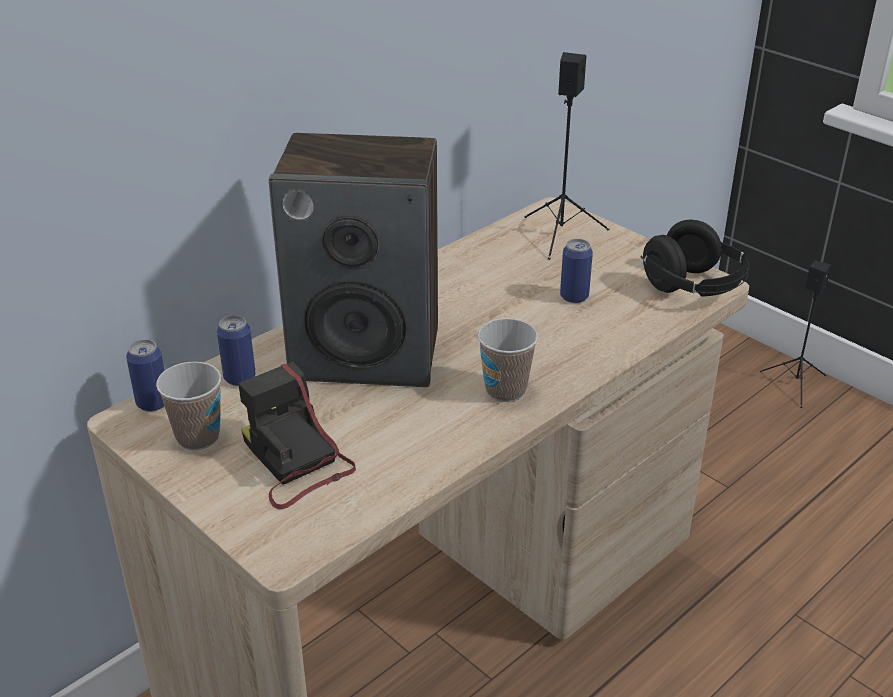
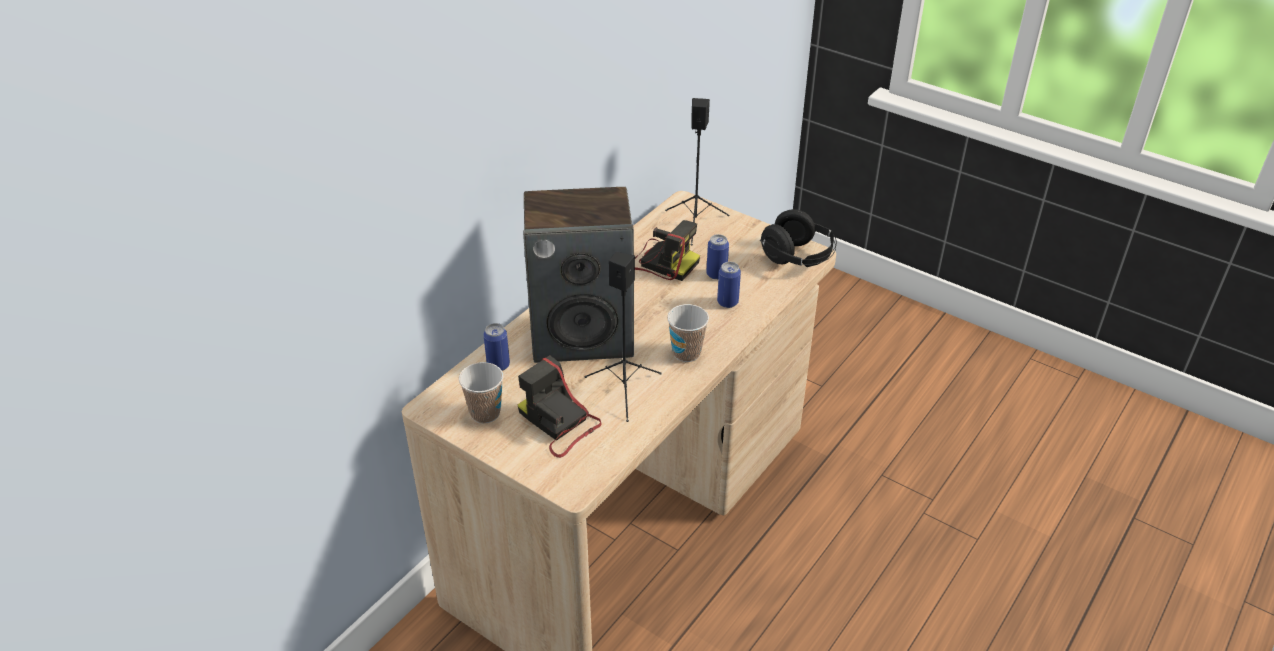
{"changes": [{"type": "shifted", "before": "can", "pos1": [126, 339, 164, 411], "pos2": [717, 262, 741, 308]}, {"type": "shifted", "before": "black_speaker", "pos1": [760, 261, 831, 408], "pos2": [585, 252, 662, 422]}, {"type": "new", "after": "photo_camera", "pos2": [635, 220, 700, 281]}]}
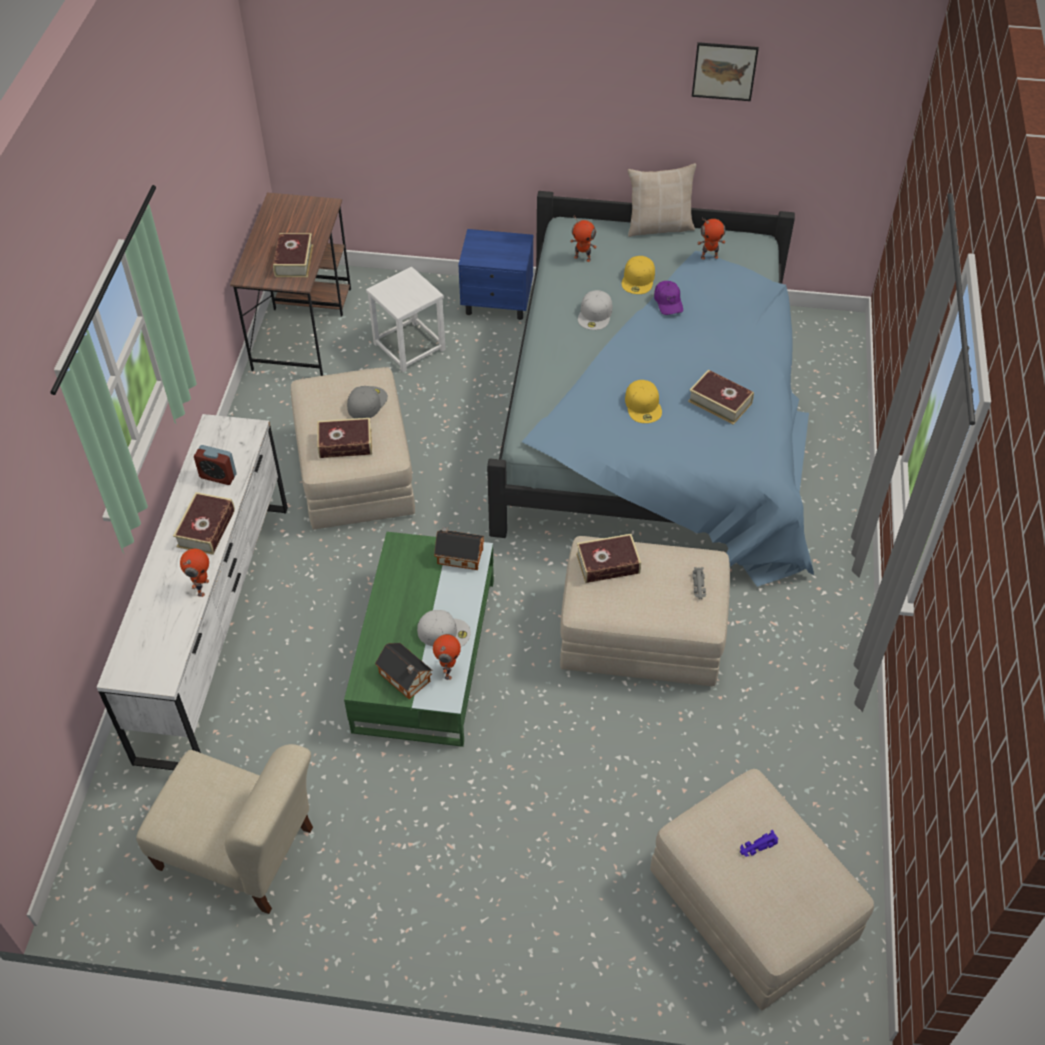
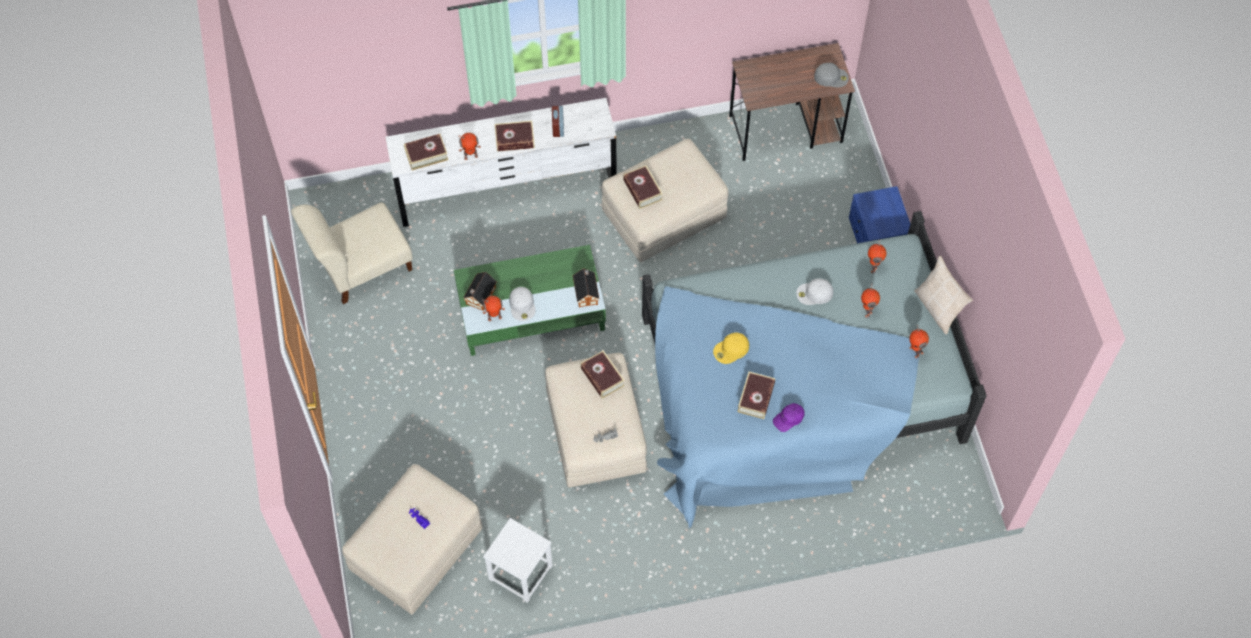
{"changes": [{"type": "rotated", "before": "beige_chair", "pos1": [136, 744, 313, 914], "pos2": [291, 202, 413, 304], "turn": 60}, {"type": "shifted", "before": "book", "pos1": [273, 233, 313, 277], "pos2": [404, 134, 448, 170]}, {"type": "shifted", "before": "grey_cap", "pos1": [347, 386, 388, 419], "pos2": [814, 63, 849, 87]}, {"type": "shifted", "before": "white_stool", "pos1": [366, 266, 446, 372], "pos2": [483, 518, 553, 603]}, {"type": "swapped", "before": "yellow_cap", "after": "toy_robot", "pos1": [622, 256, 655, 294], "pos2": [861, 283, 880, 318]}, {"type": "shifted", "before": "purple_cap", "pos1": [654, 281, 683, 315], "pos2": [773, 403, 805, 432]}, {"type": "gone", "before": "picture", "pos1": [692, 42, 759, 101]}]}
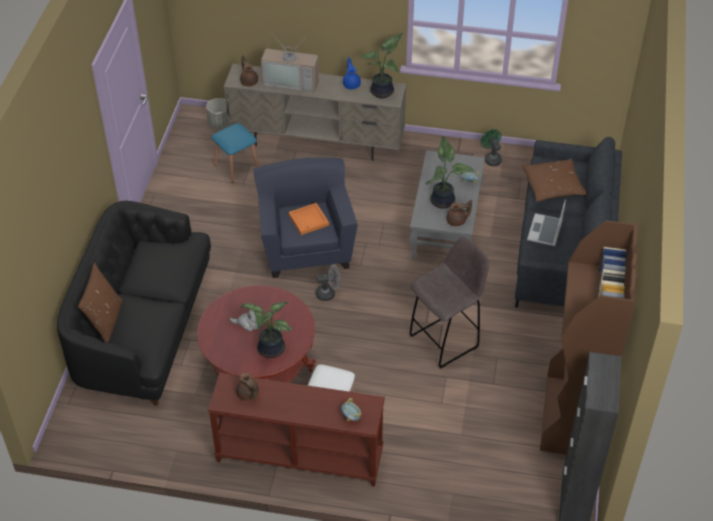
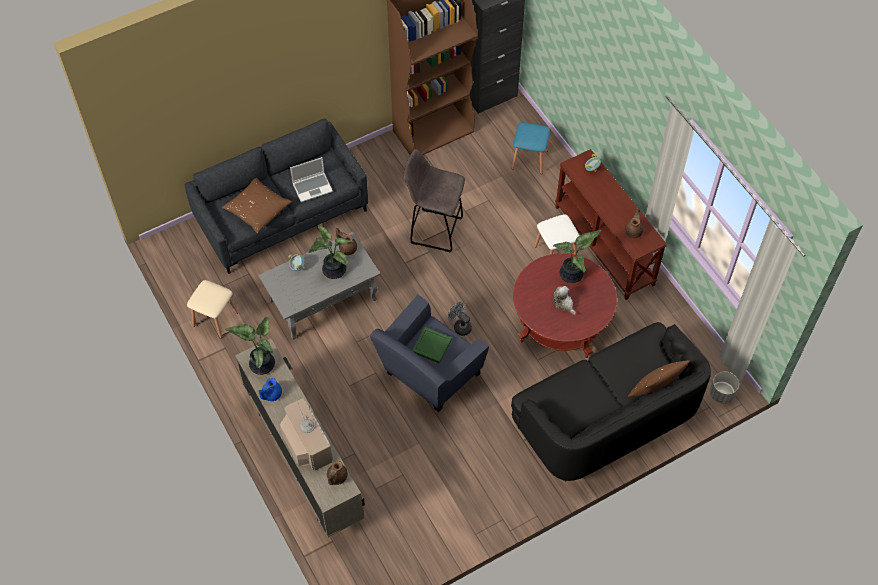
{"changes": [{"type": "shifted", "before": "grey_planter", "pos1": [206, 98, 228, 128], "pos2": [710, 372, 739, 404]}, {"type": "shifted", "before": "blue_stool", "pos1": [211, 123, 259, 183], "pos2": [512, 122, 550, 174]}, {"type": "repainted", "before": "orange_tray", "after": "green_tray", "pos1": [288, 203, 329, 235], "pos2": [412, 327, 452, 364]}, {"type": "swapped", "before": "green_fan", "after": "beige_stool", "pos1": [480, 129, 502, 166], "pos2": [187, 280, 238, 338]}]}
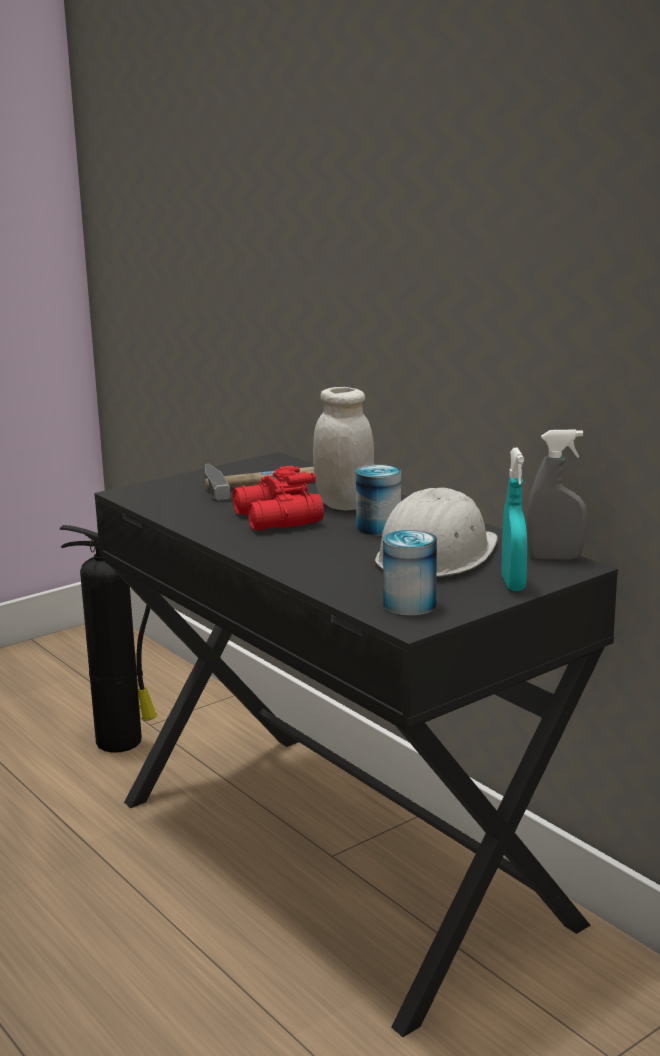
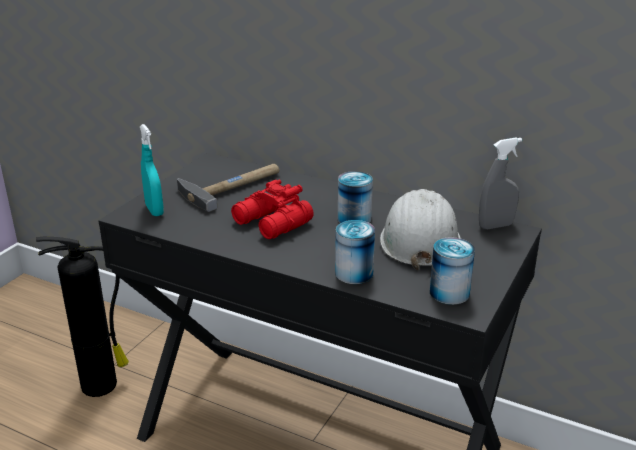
{"changes": [{"type": "gone", "before": "white_jar", "pos1": [313, 387, 374, 510]}, {"type": "shifted", "before": "turquoise_spray_bottle", "pos1": [501, 448, 527, 591], "pos2": [140, 124, 164, 216]}, {"type": "new", "after": "can", "pos2": [335, 220, 375, 284]}]}
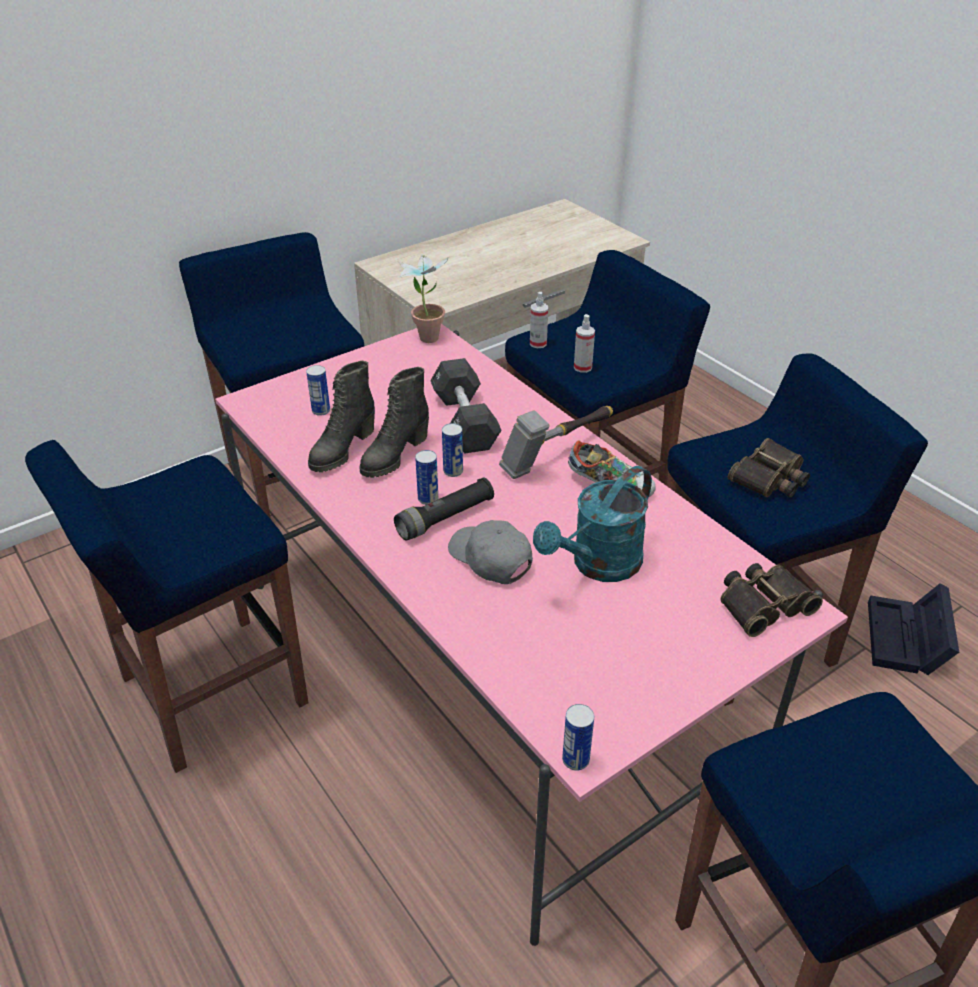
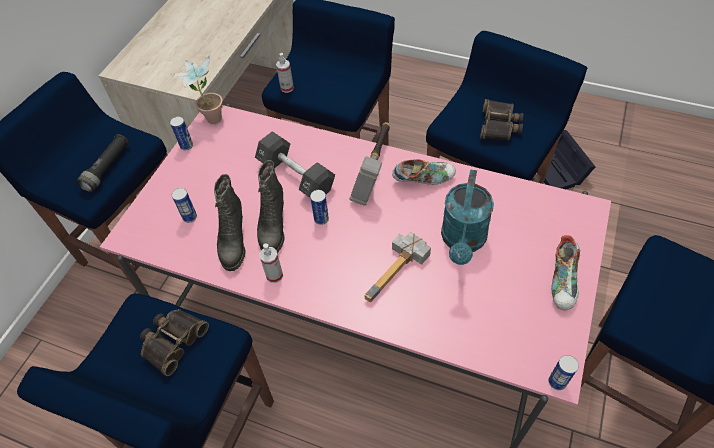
{"changes": [{"type": "shifted", "before": "black_flashlight", "pos1": [394, 478, 494, 541], "pos2": [76, 134, 129, 192]}, {"type": "shifted", "before": "can", "pos1": [415, 450, 438, 505], "pos2": [170, 116, 193, 150]}, {"type": "swapped", "before": "grey_cap", "after": "hammer", "pos1": [448, 520, 533, 584], "pos2": [365, 232, 431, 302]}, {"type": "shifted", "before": "spray_bottle", "pos1": [574, 314, 595, 373], "pos2": [260, 243, 283, 283]}, {"type": "shifted", "before": "binoculars", "pos1": [720, 563, 823, 637], "pos2": [140, 309, 209, 376]}, {"type": "new", "after": "shoe", "pos2": [551, 235, 580, 310]}]}
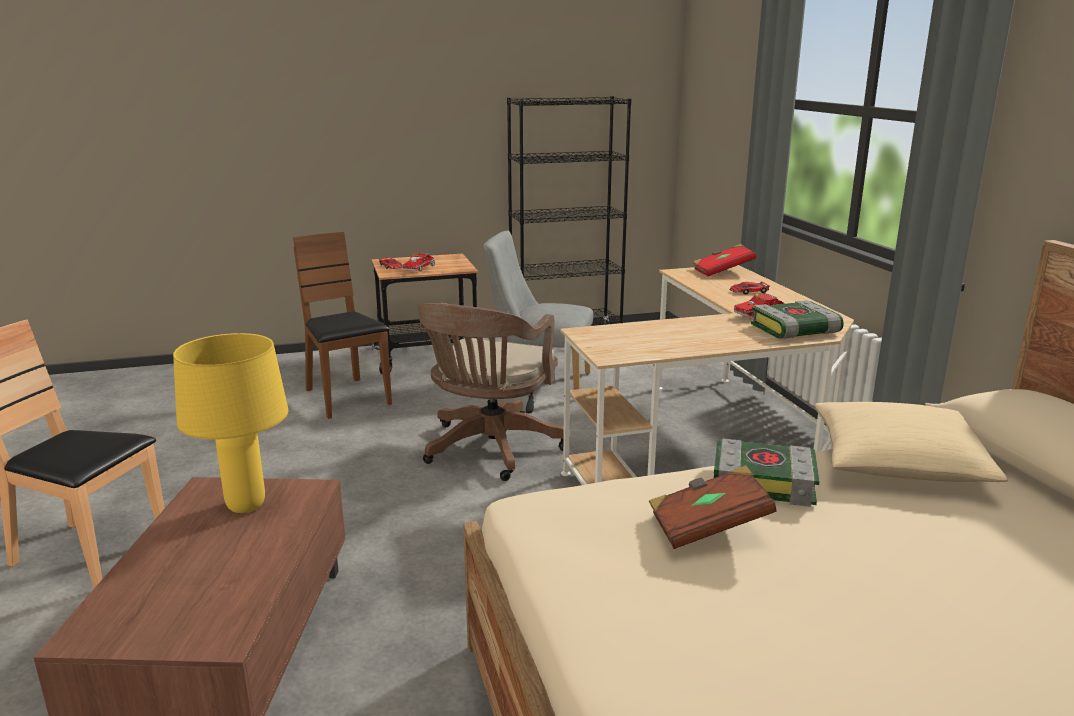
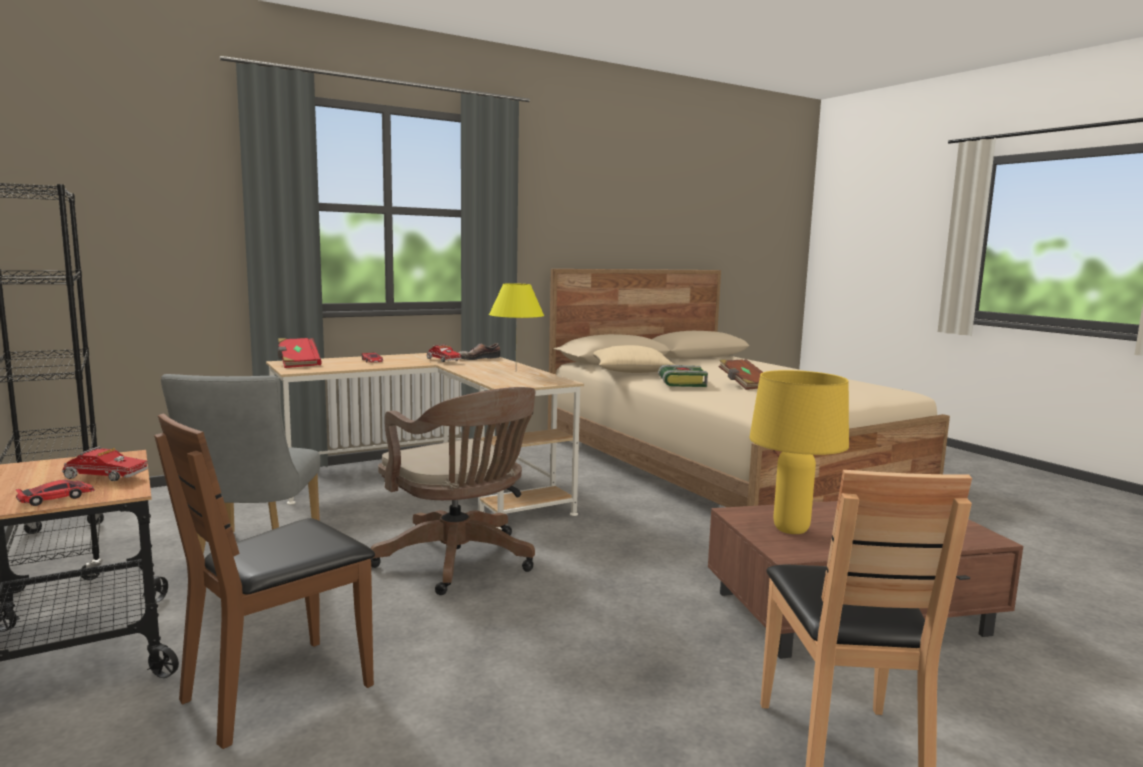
{"changes": [{"type": "rotated", "before": "brown_office_chair", "pos1": [418, 303, 564, 481], "pos2": [370, 387, 535, 595], "turn": 45}, {"type": "swapped", "before": "book", "after": "shoe", "pos1": [751, 300, 844, 339], "pos2": [458, 343, 501, 360]}, {"type": "new", "after": "yellow_table_lamp", "pos2": [489, 283, 544, 360]}]}
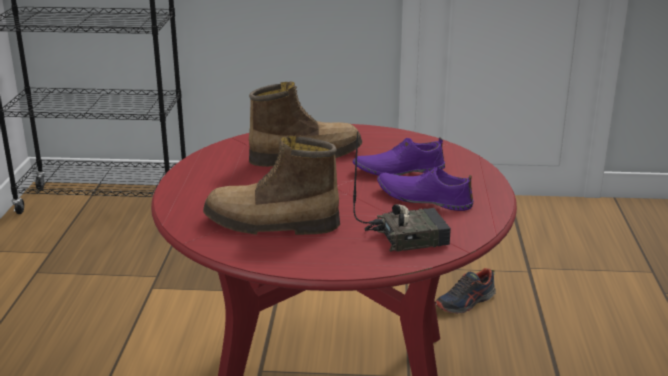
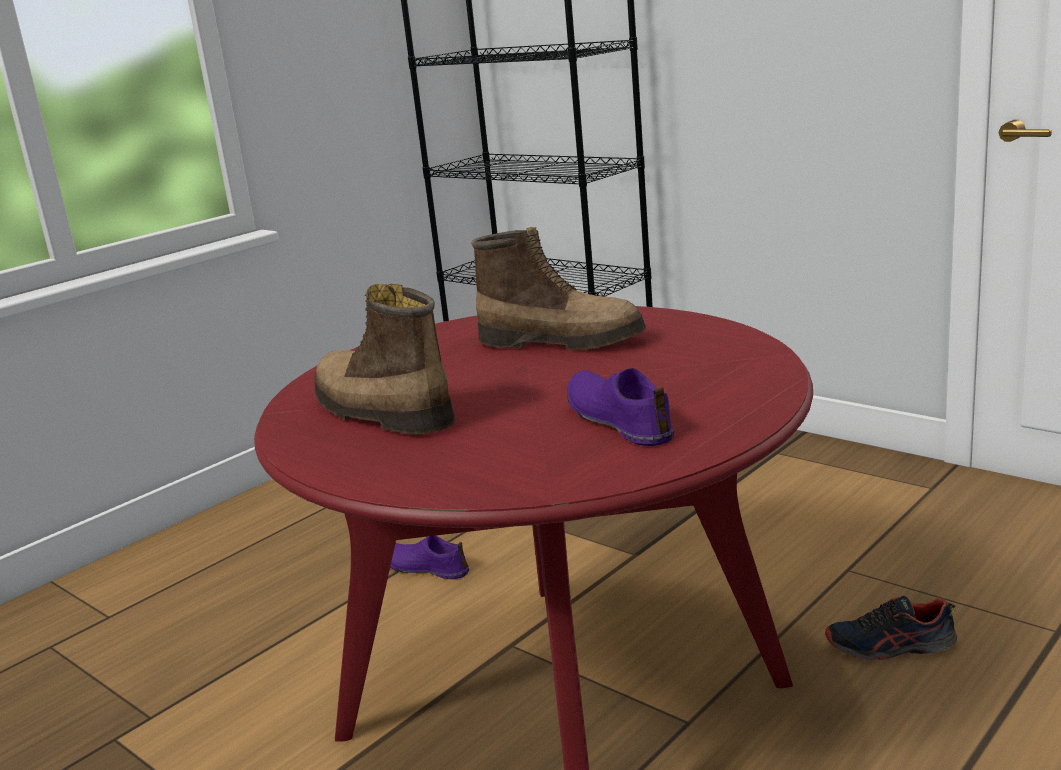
{"changes": [{"type": "gone", "before": "radio", "pos1": [353, 131, 451, 252]}, {"type": "shifted", "before": "purple_shoe", "pos1": [353, 137, 445, 176], "pos2": [390, 536, 469, 579]}]}
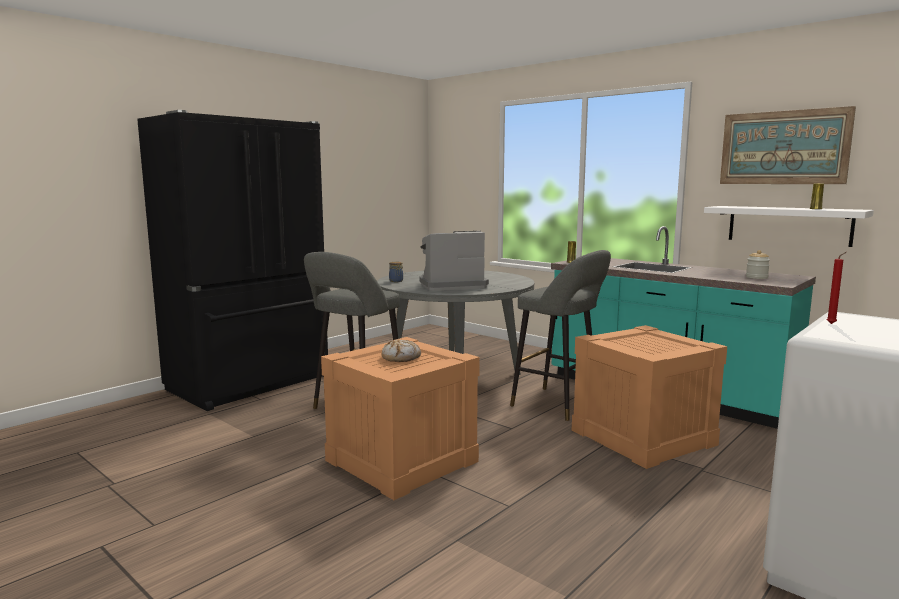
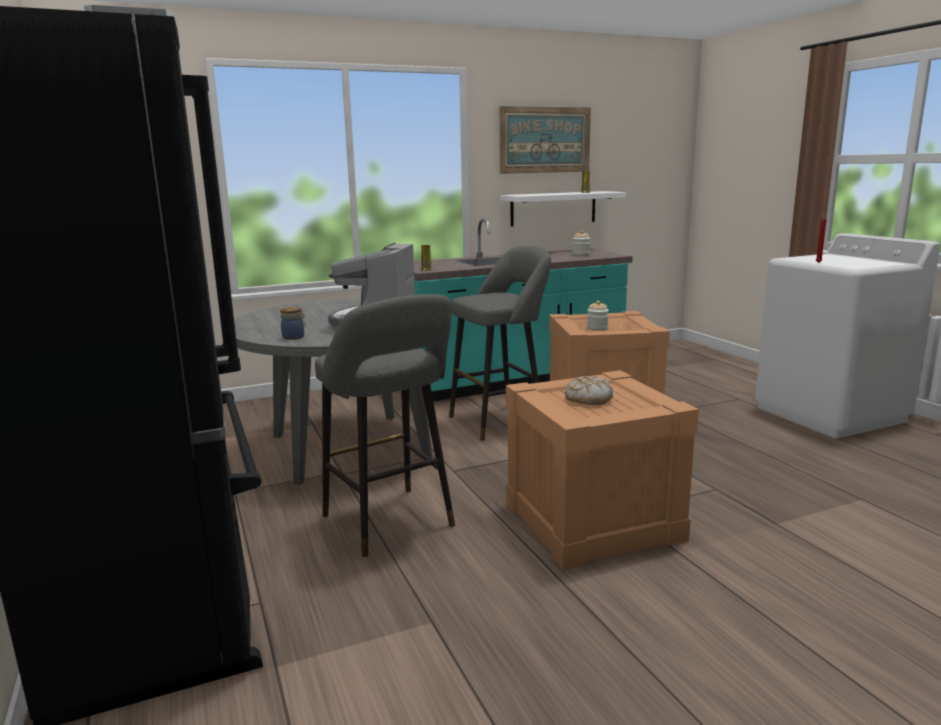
{"changes": [{"type": "new", "after": "jar", "pos2": [587, 301, 609, 331]}]}
